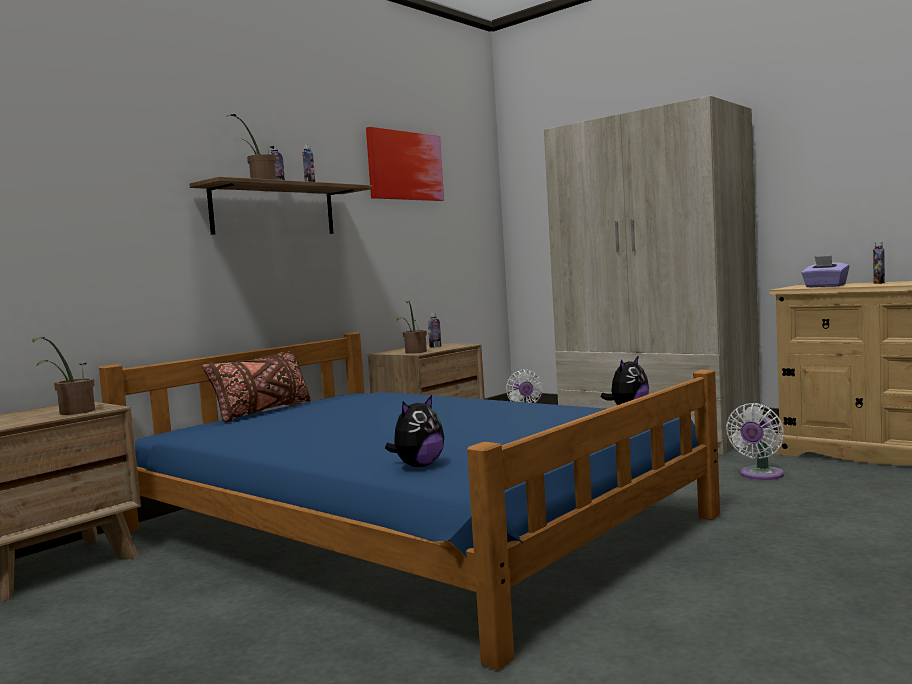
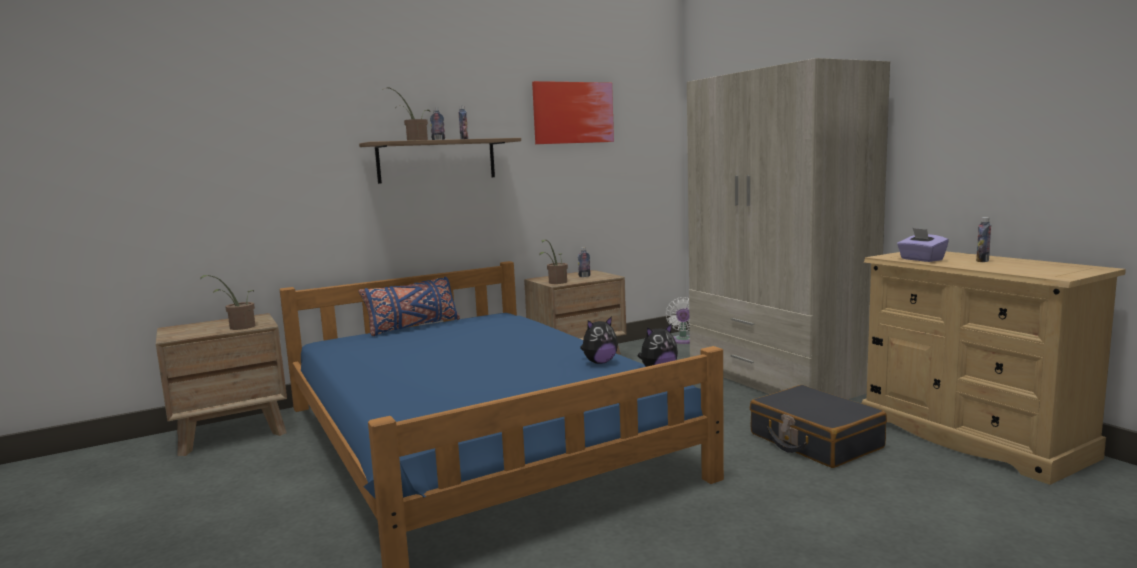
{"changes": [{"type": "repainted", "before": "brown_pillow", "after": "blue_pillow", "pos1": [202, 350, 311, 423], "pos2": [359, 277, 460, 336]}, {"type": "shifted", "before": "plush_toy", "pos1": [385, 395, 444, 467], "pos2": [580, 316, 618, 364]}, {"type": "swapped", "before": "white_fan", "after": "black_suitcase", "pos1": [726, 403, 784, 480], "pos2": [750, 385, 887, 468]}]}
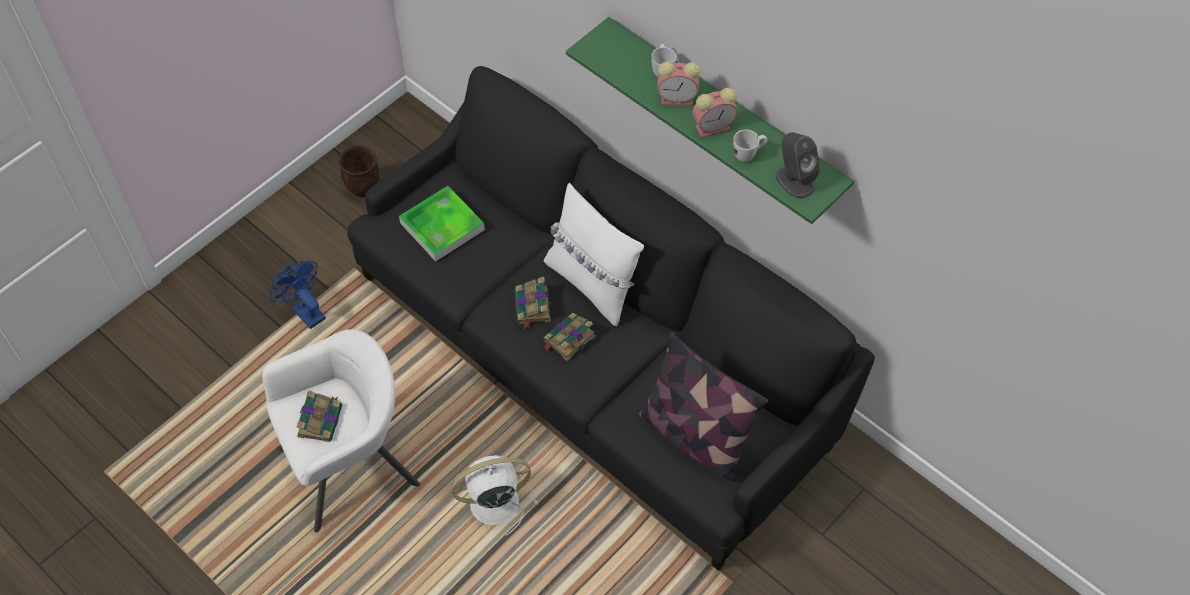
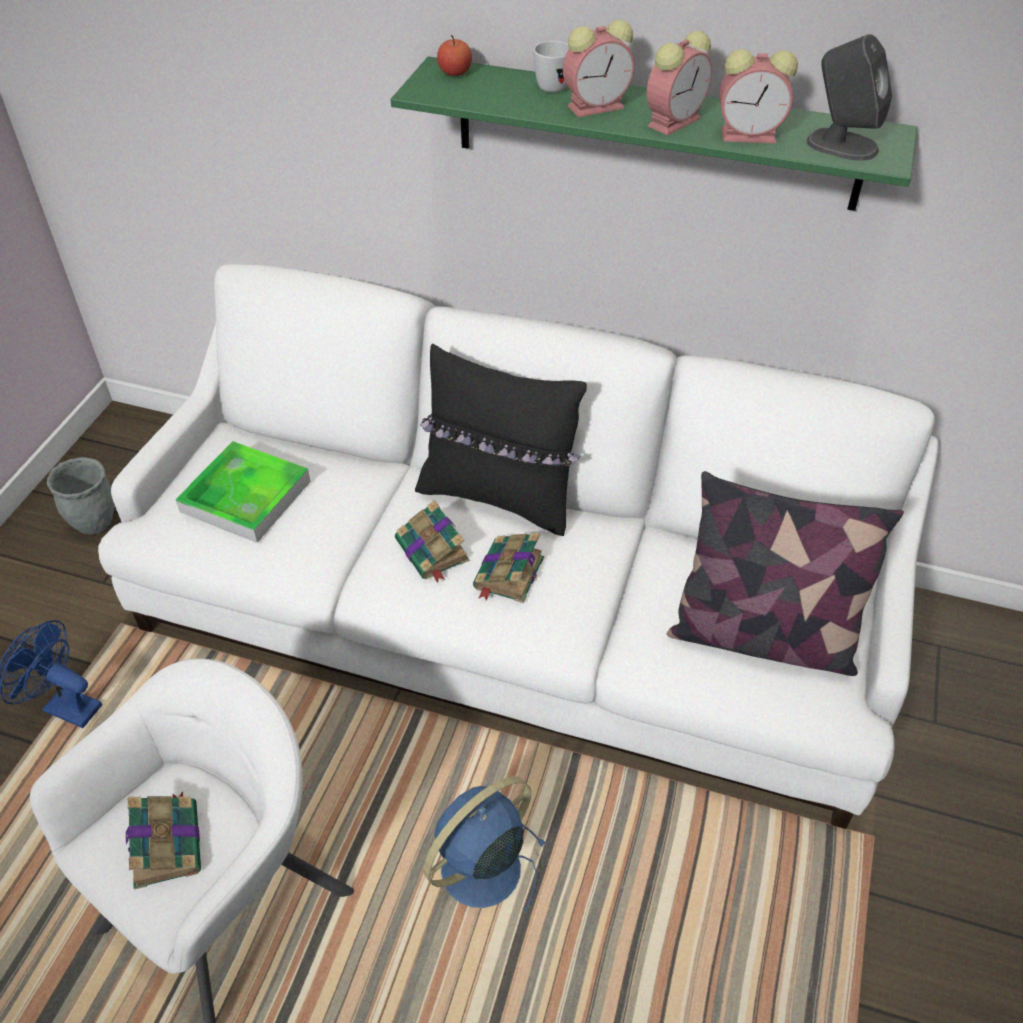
{"changes": [{"type": "repainted", "before": "brown_planter", "after": "grey_planter", "pos1": [338, 145, 379, 197], "pos2": [47, 457, 115, 535]}, {"type": "repainted", "before": "black_sofa", "after": "white_sofa", "pos1": [347, 66, 875, 571], "pos2": [98, 264, 938, 829]}, {"type": "repainted", "before": "white_fan", "after": "blue_fan", "pos1": [451, 455, 538, 536], "pos2": [424, 776, 547, 913]}, {"type": "repainted", "before": "white_pillow", "after": "black_pillow", "pos1": [544, 183, 644, 327], "pos2": [415, 344, 587, 536]}, {"type": "swapped", "before": "white_mug", "after": "alarm_clock", "pos1": [733, 130, 768, 162], "pos2": [719, 49, 798, 143]}, {"type": "new", "after": "apple", "pos2": [437, 35, 472, 76]}]}
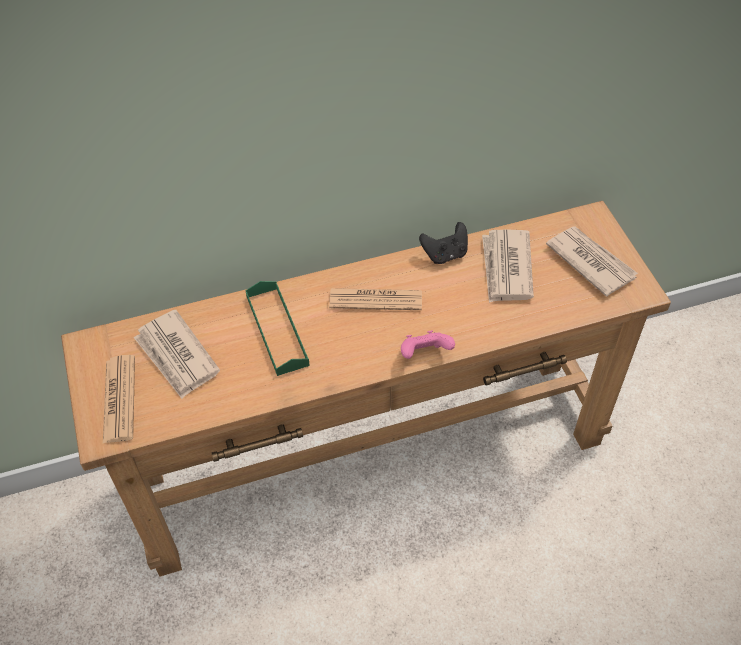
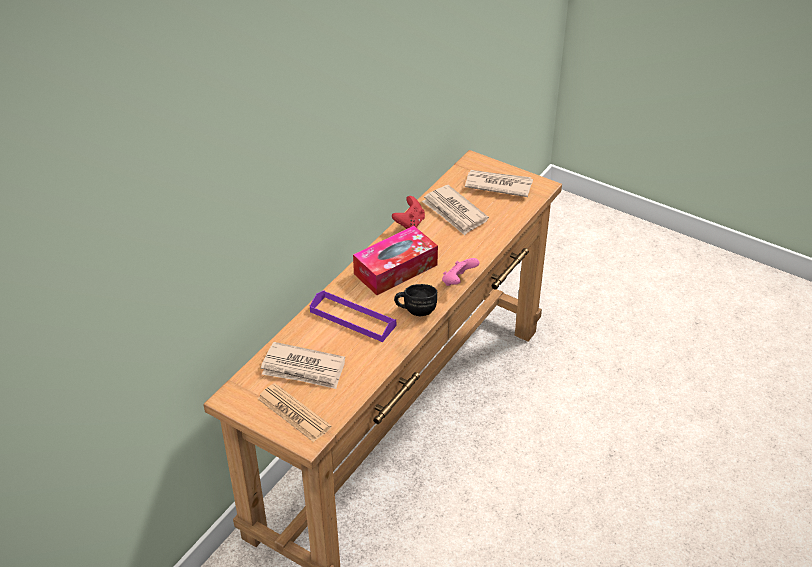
{"changes": [{"type": "repainted", "before": "green_tray", "after": "purple_tray", "pos1": [245, 281, 310, 376], "pos2": [310, 290, 396, 342]}, {"type": "swapped", "before": "newspaper", "after": "tissue_box", "pos1": [329, 288, 422, 310], "pos2": [353, 226, 438, 295]}, {"type": "repainted", "before": "black_game_controller", "after": "red_game_controller", "pos1": [419, 222, 468, 264], "pos2": [392, 196, 425, 229]}, {"type": "new", "after": "black_mug", "pos2": [394, 284, 437, 316]}]}
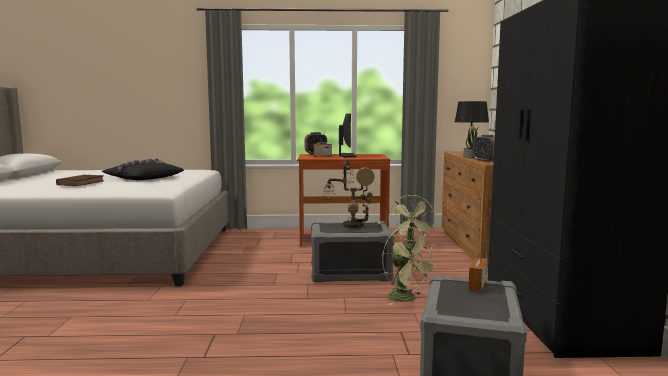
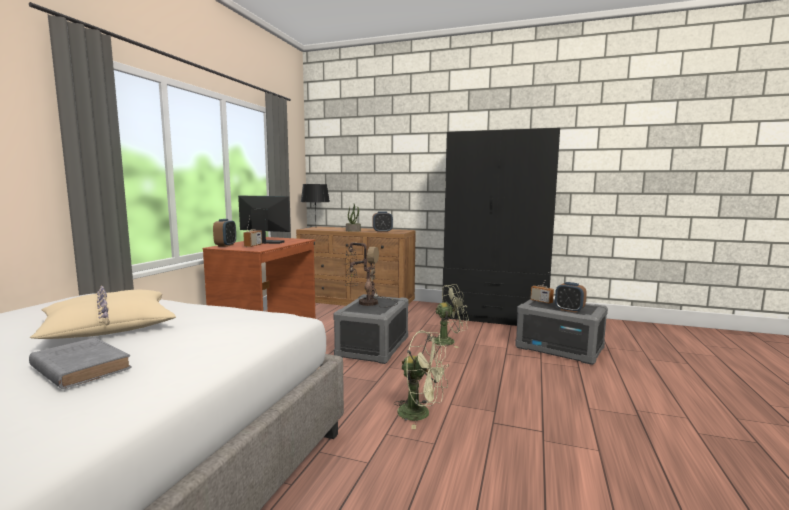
{"changes": [{"type": "repainted", "before": "brown_book", "after": "grey_book", "pos1": [56, 175, 104, 186], "pos2": [29, 337, 132, 389]}, {"type": "repainted", "before": "black_pillow", "after": "beige_pillow", "pos1": [102, 159, 184, 180], "pos2": [30, 286, 176, 339]}, {"type": "shifted", "before": "green_fan", "pos1": [388, 195, 435, 250], "pos2": [393, 330, 449, 429]}, {"type": "new", "after": "alarm_clock", "pos2": [555, 282, 587, 313]}]}
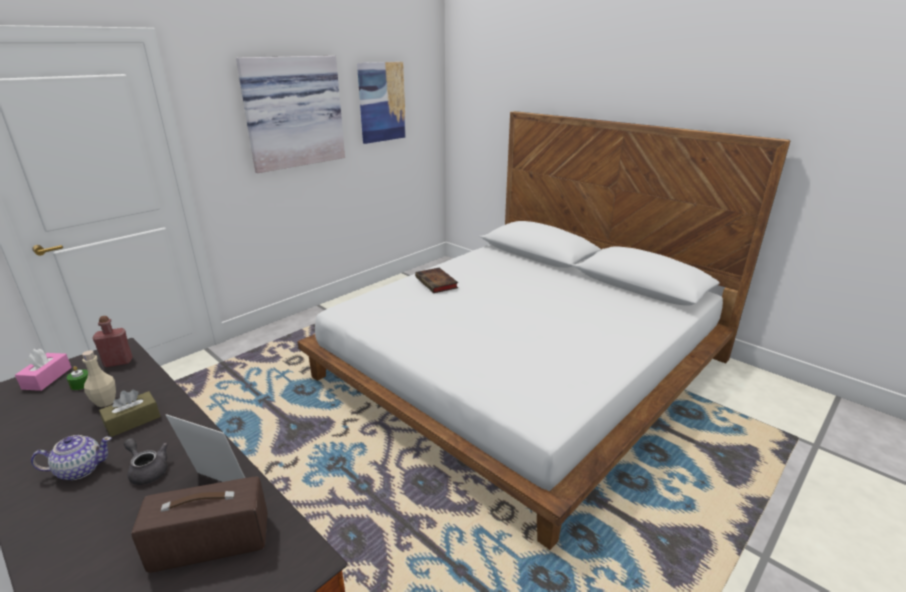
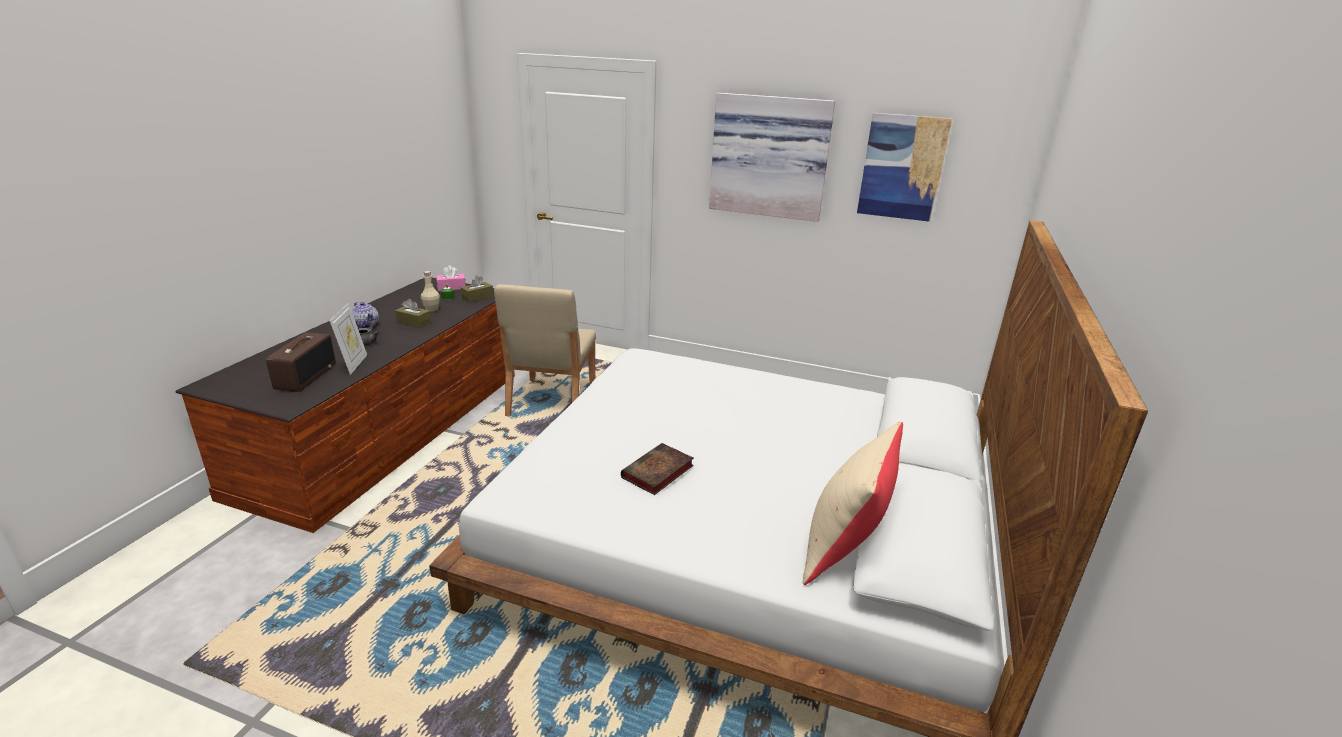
{"changes": [{"type": "swapped", "before": "red_bottle", "after": "brown_tissue_box", "pos1": [92, 316, 133, 367], "pos2": [461, 276, 494, 303]}, {"type": "rotated", "before": "radio", "pos1": [131, 477, 268, 573], "pos2": [266, 332, 336, 392], "turn": 45}, {"type": "shifted", "before": "book", "pos1": [415, 267, 458, 293], "pos2": [621, 443, 694, 495]}, {"type": "new", "after": "beige_chair", "pos2": [494, 284, 596, 416]}, {"type": "new", "after": "beige_pillow", "pos2": [802, 421, 903, 585]}]}
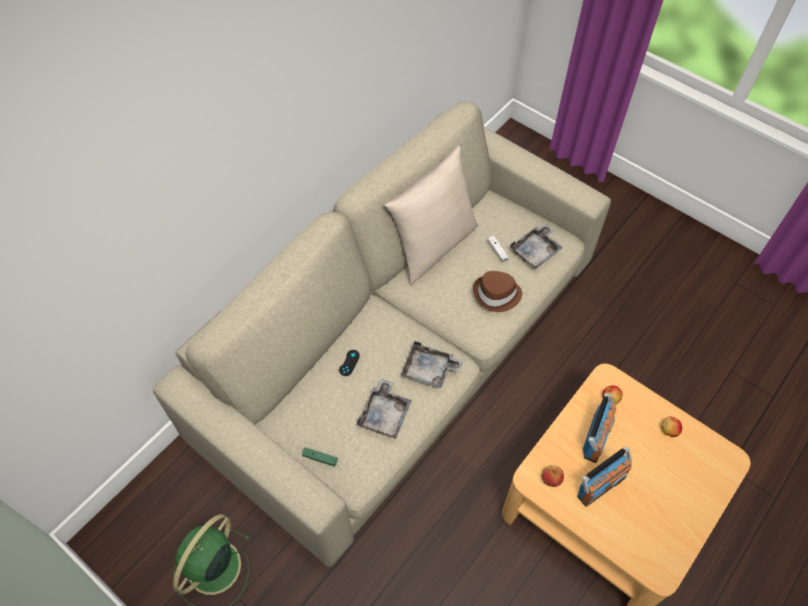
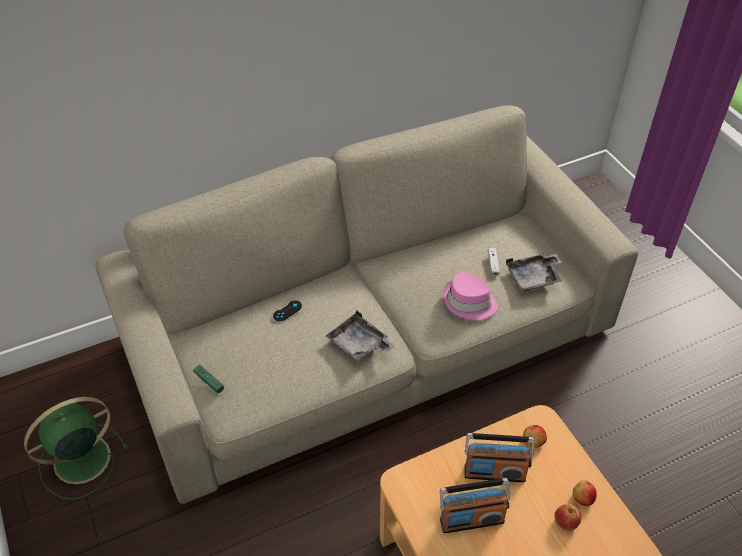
{"changes": [{"type": "gone", "before": "grey_tray", "pos1": [357, 379, 412, 439]}, {"type": "gone", "before": "beige_pillow", "pos1": [384, 146, 479, 285]}, {"type": "repainted", "before": "brown_hat", "after": "pink_hat", "pos1": [473, 271, 522, 312], "pos2": [443, 272, 498, 320]}, {"type": "shifted", "before": "apple", "pos1": [541, 465, 564, 487], "pos2": [554, 504, 581, 531]}, {"type": "rotated", "before": "radio", "pos1": [583, 393, 616, 463], "pos2": [465, 433, 535, 482], "turn": 45}]}
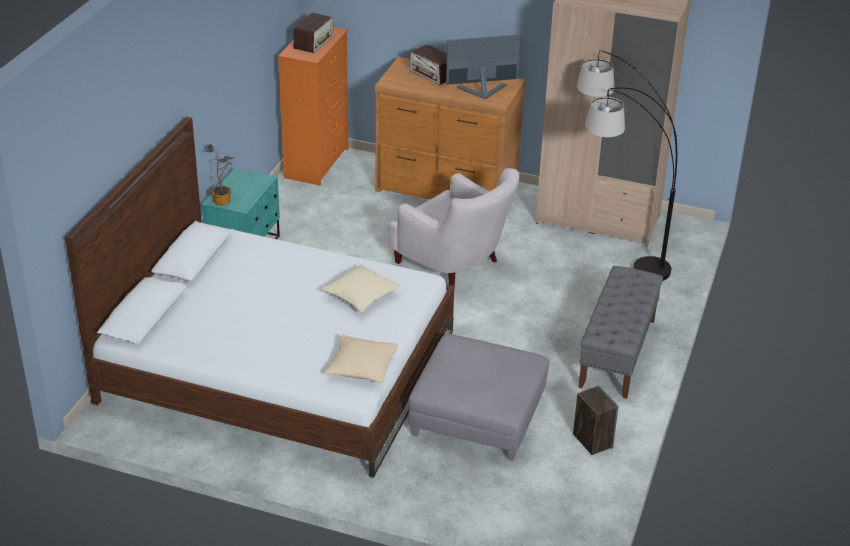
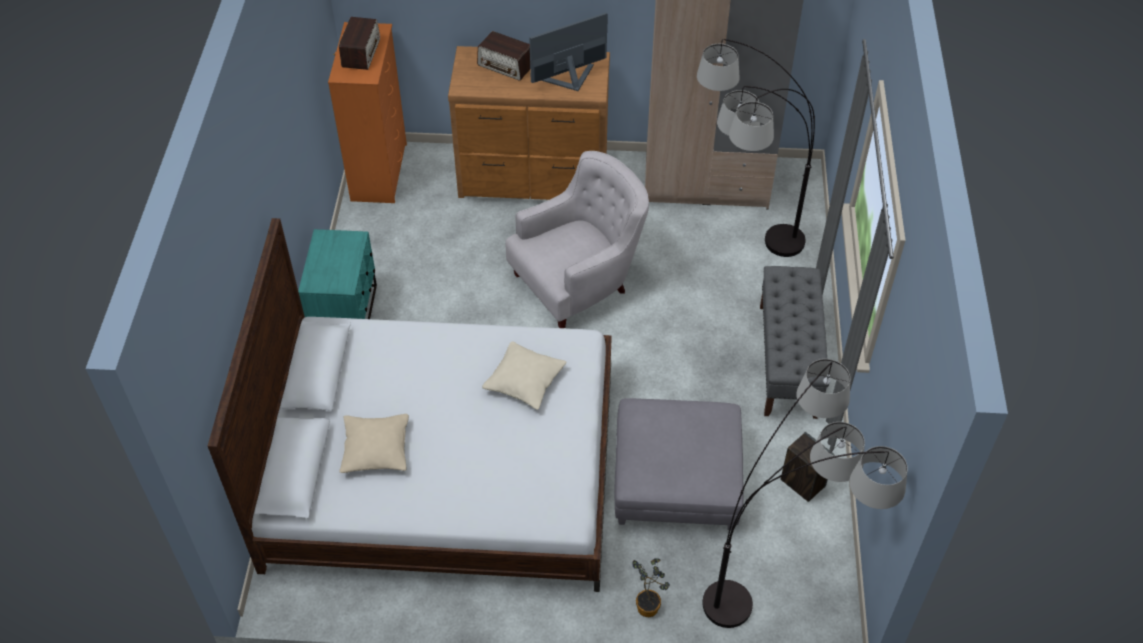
{"changes": [{"type": "shifted", "before": "potted_plant", "pos1": [207, 144, 235, 205], "pos2": [633, 558, 670, 617]}, {"type": "shifted", "before": "beige_pillow", "pos1": [325, 335, 398, 383], "pos2": [339, 414, 409, 473]}, {"type": "rotated", "before": "white_armchair", "pos1": [388, 168, 519, 290], "pos2": [505, 151, 649, 328], "turn": -60}, {"type": "new", "after": "floor_lamp", "pos2": [703, 359, 908, 628]}]}
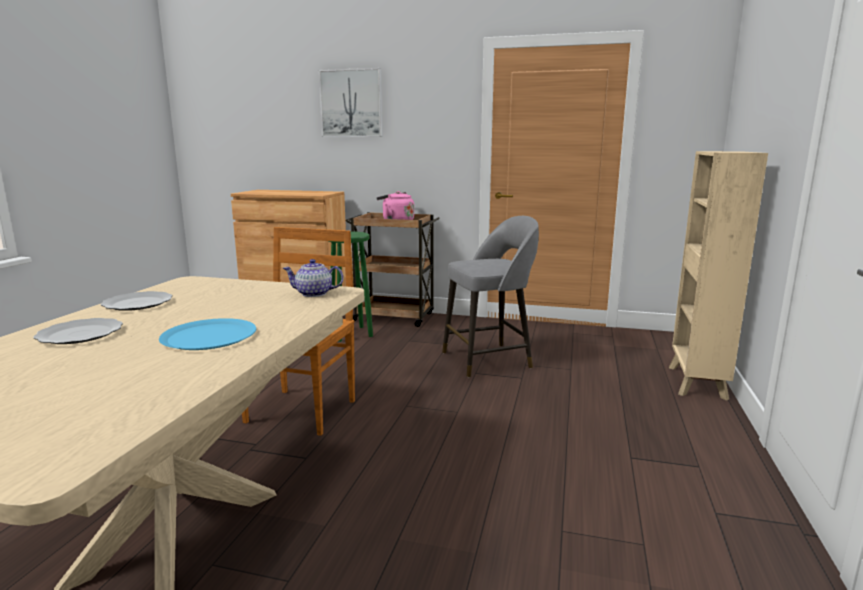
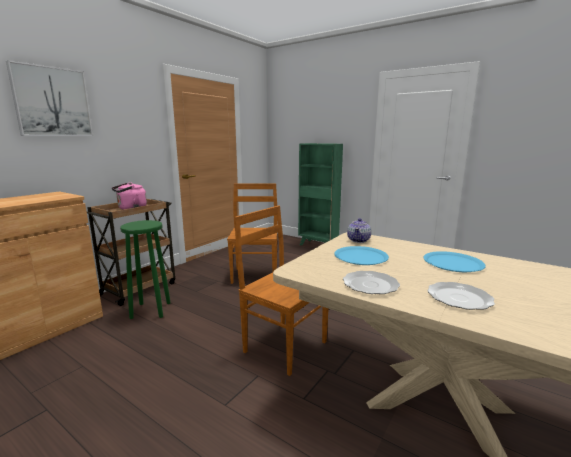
{"changes": [{"type": "swapped", "before": "grey_stool", "after": "brown_chair", "pos1": [442, 216, 539, 377], "pos2": [227, 183, 277, 284]}, {"type": "repainted", "before": "beige_bookcase", "after": "green_bookcase", "pos1": [669, 151, 768, 401], "pos2": [298, 143, 343, 245]}, {"type": "new", "after": "blue_plate", "pos2": [334, 246, 389, 265]}]}
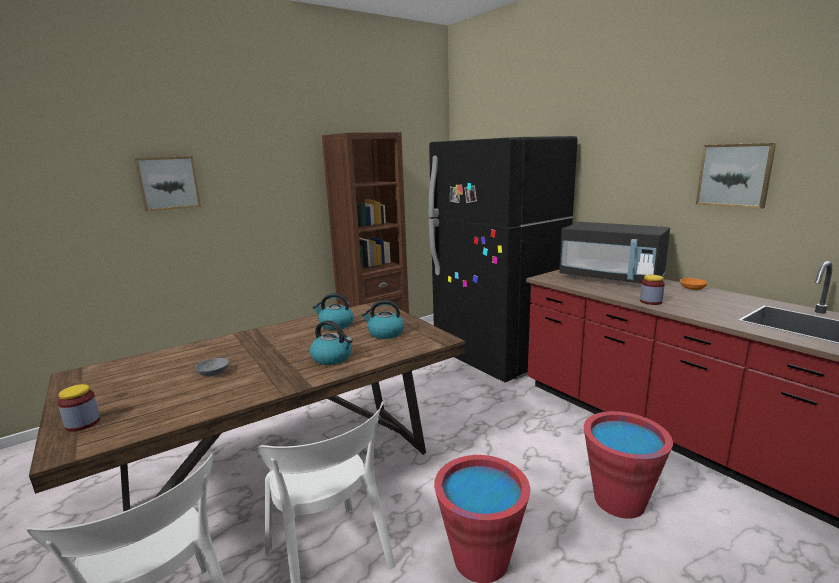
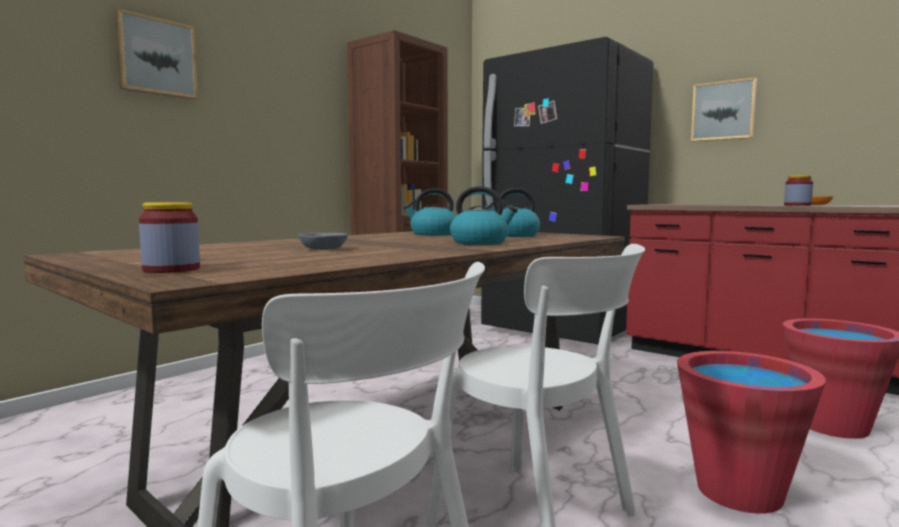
{"changes": [{"type": "gone", "before": "black_microwave", "pos1": [559, 222, 670, 283]}, {"type": "shifted", "before": "picture", "pos1": [696, 143, 776, 209], "pos2": [691, 77, 757, 141]}]}
